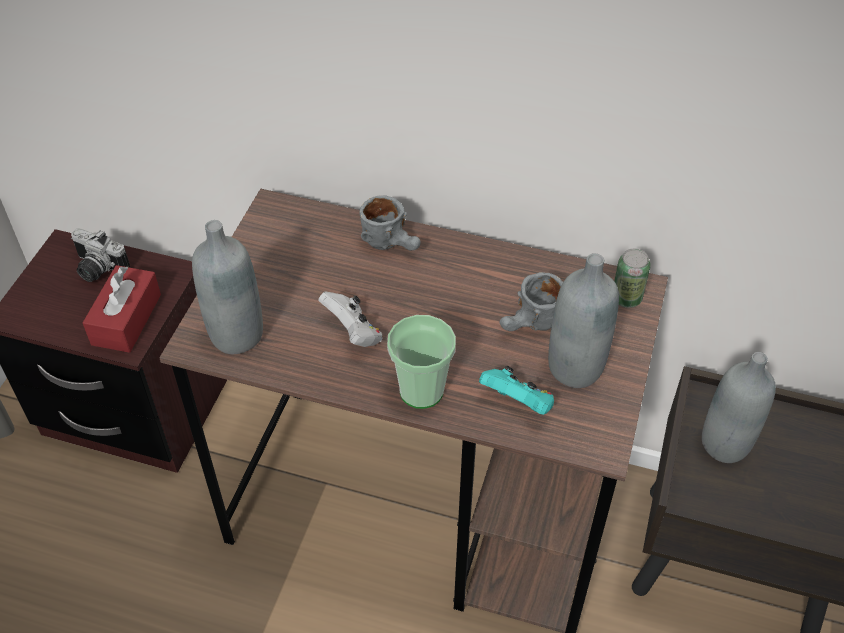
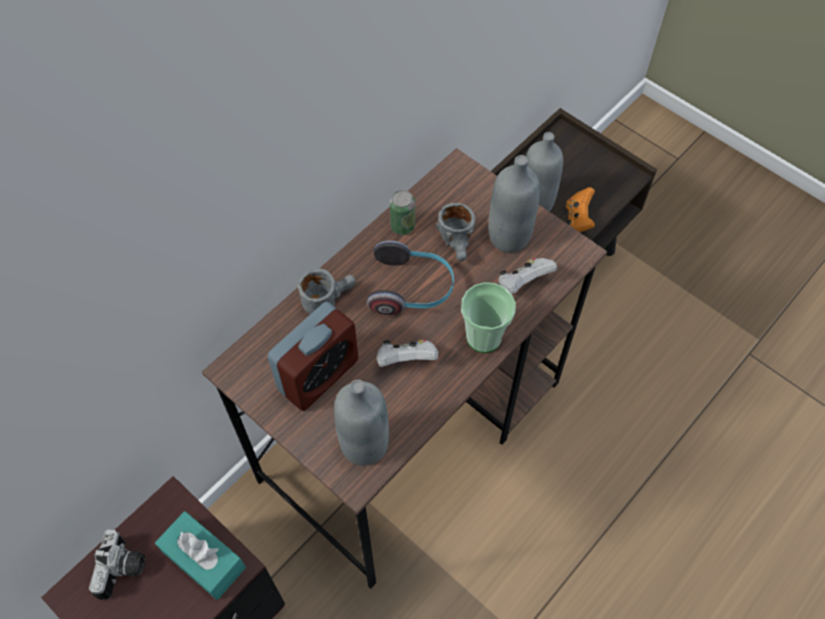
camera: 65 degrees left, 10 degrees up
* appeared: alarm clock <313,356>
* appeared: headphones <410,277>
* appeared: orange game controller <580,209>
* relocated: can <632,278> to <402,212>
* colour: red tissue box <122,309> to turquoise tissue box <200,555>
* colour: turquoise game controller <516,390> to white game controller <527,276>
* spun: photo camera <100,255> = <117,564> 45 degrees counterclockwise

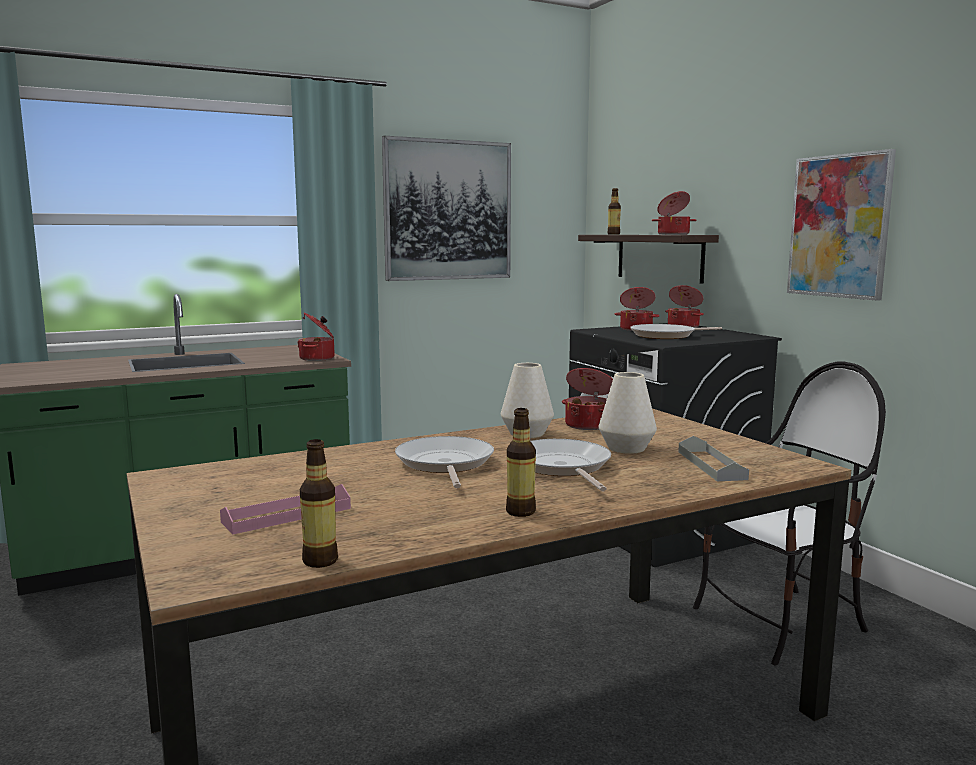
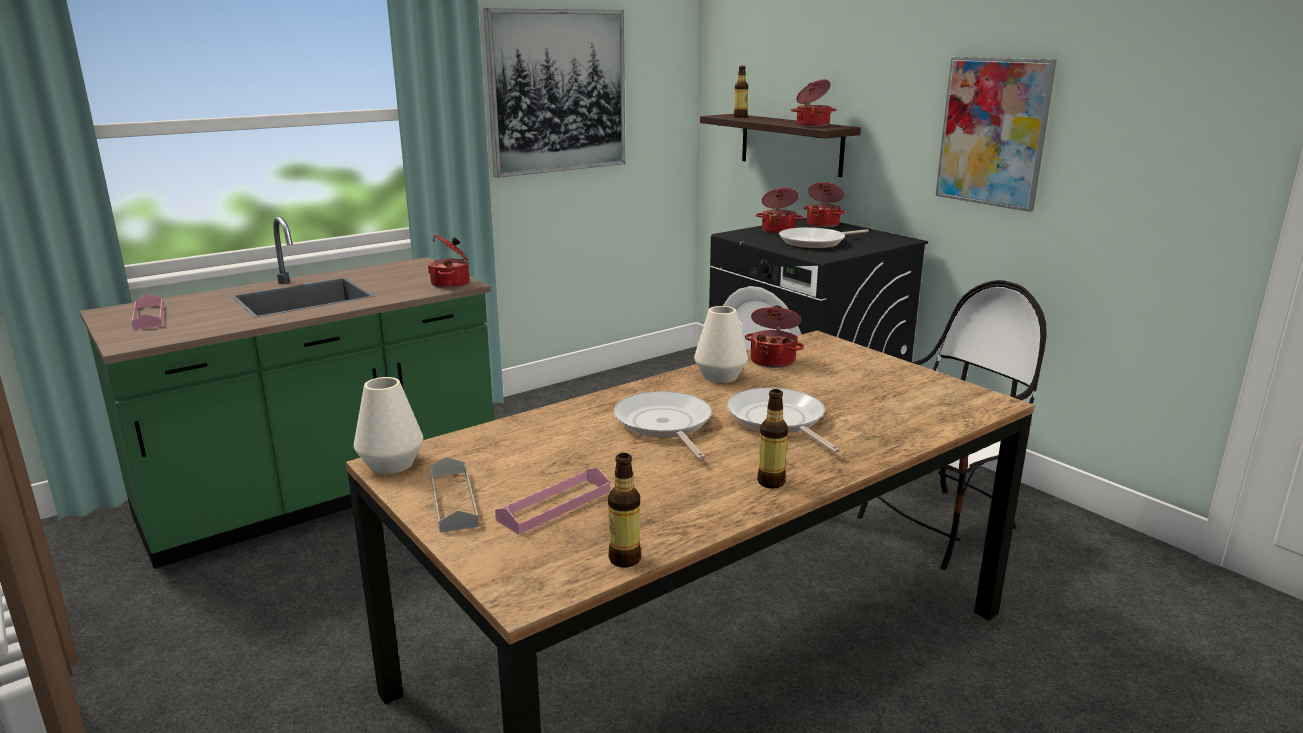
camera: 10 degrees left, 10 degrees up
* appeared: pink tray <147,312>
* relocated: white vase <628,413> to <388,425>
* relocated: grey tray <713,458> to <454,495>

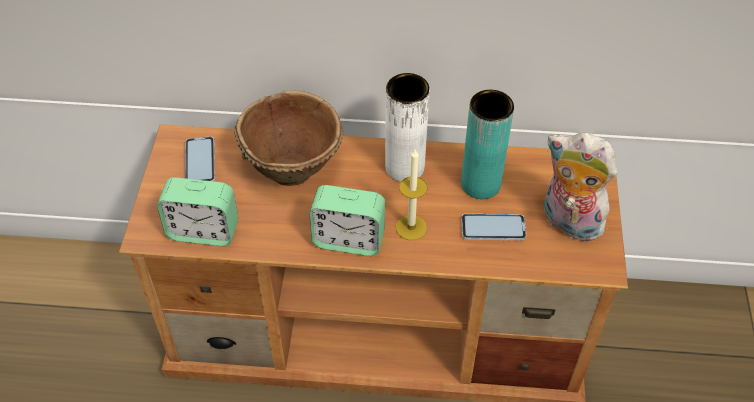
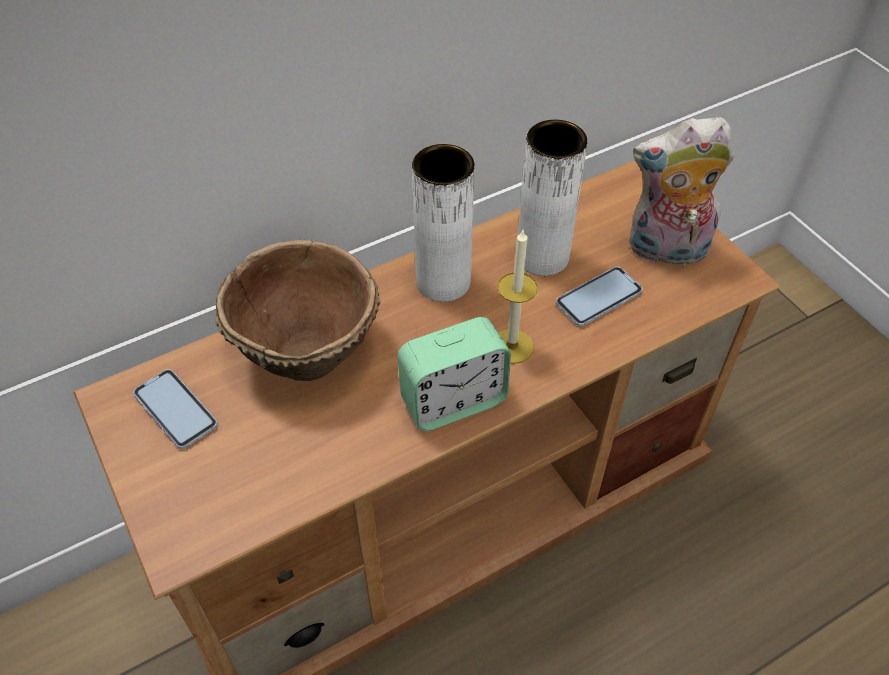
camera: 35 degrees left, 0 degrees up
* missing: alarm clock <197,211>
* colour: turquoise vase <487,144> to white vase <553,198>

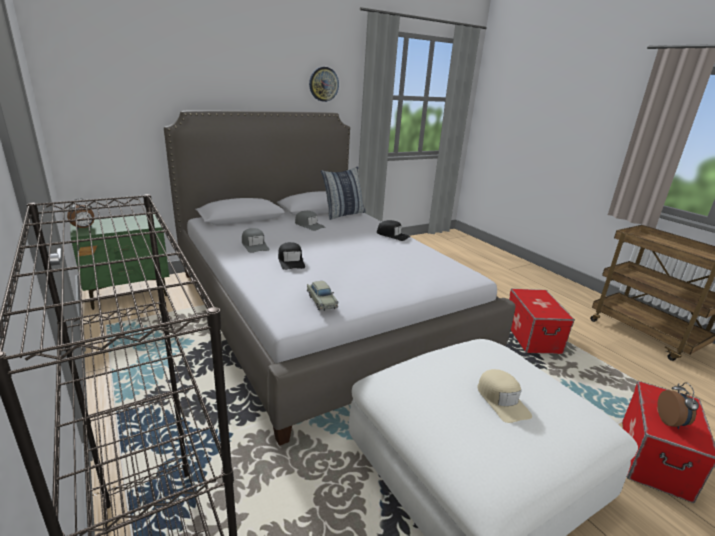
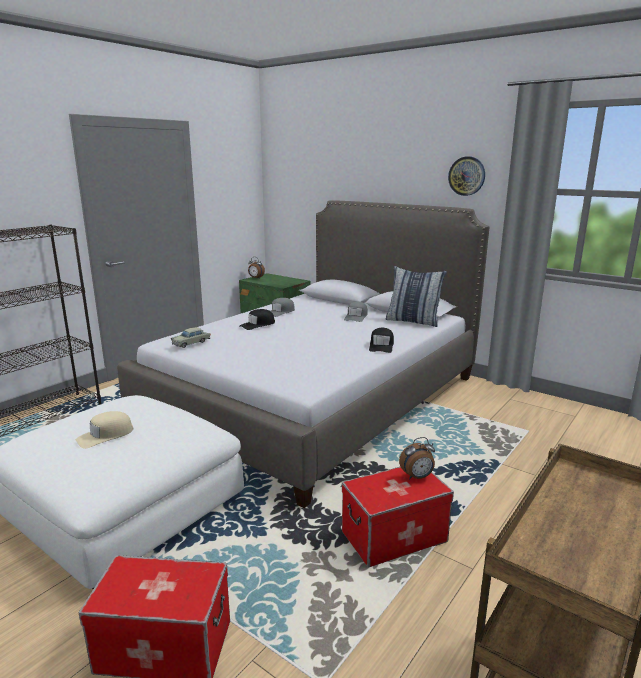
camera: 70 degrees right, 5 degrees down
* relocated: alarm clock <678,405> to <417,458>

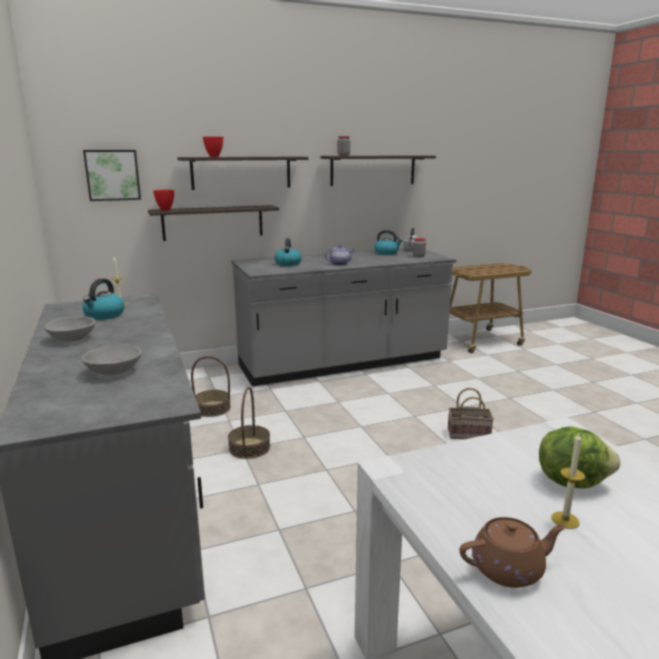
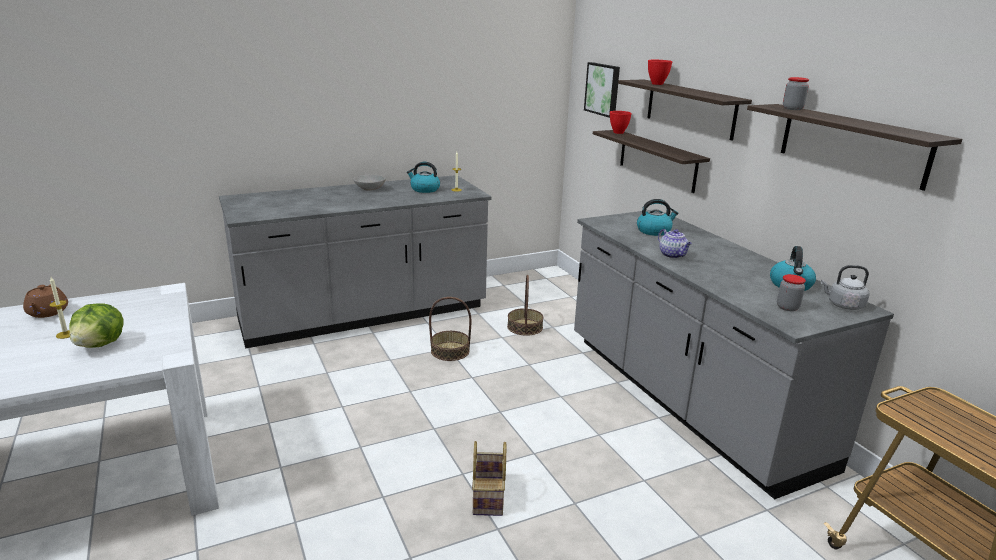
camera: 85 degrees right, 5 degrees up
* missing: grey bowl <112,359>

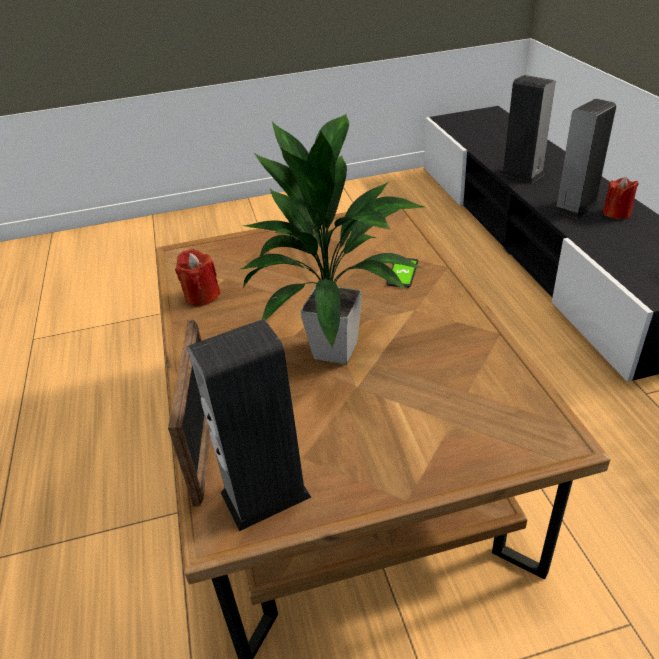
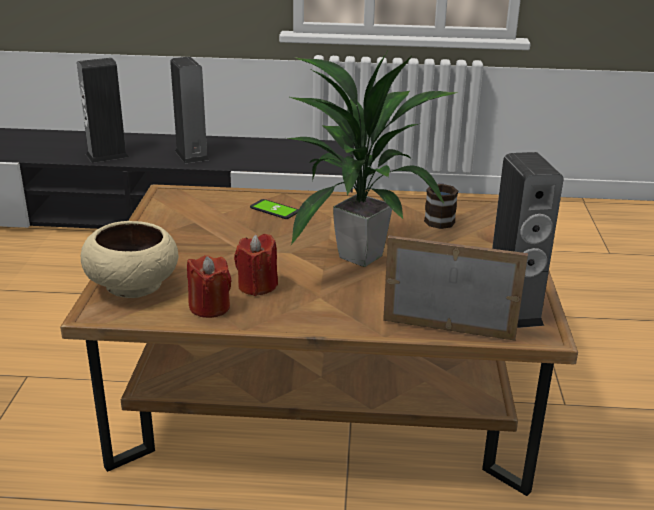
camera: 75 degrees left, 10 degrees down
* appeared: beige bowl <130,259>
* appeared: mug <441,206>
* relocated: red candle <621,198> to <256,265>

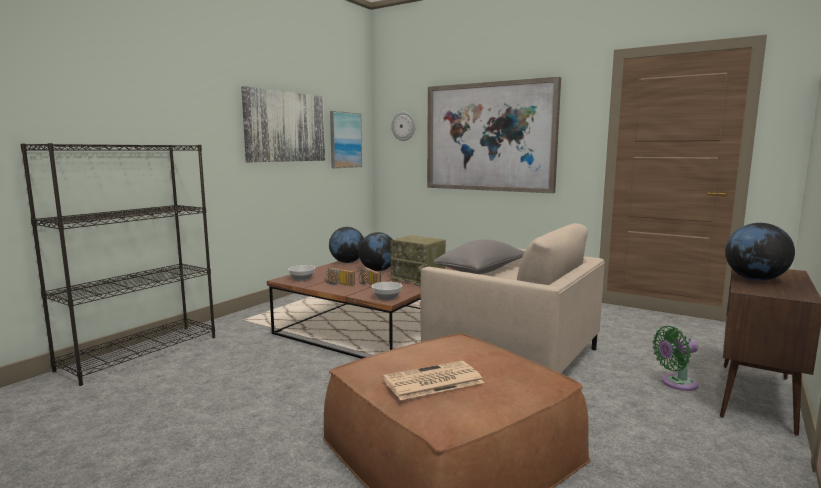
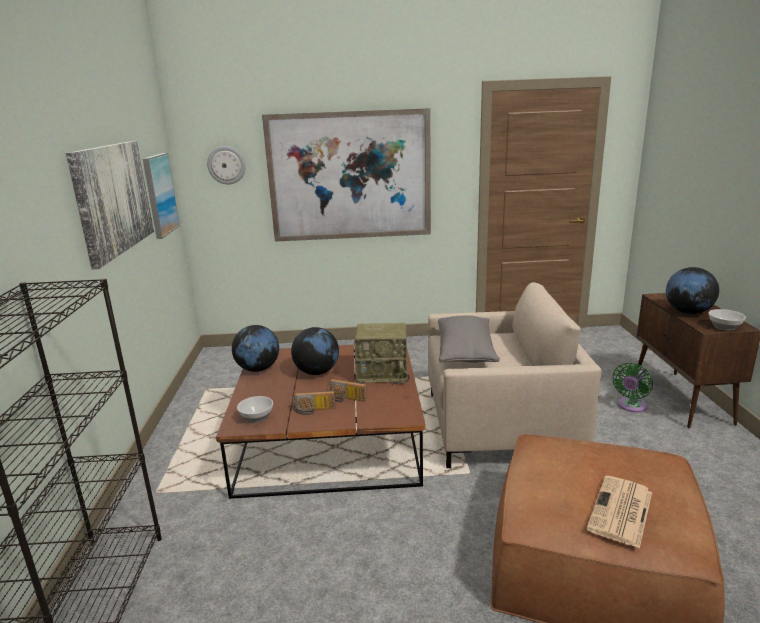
camera: 35 degrees left, 10 degrees up
* relocated: bowl <387,291> to <727,320>

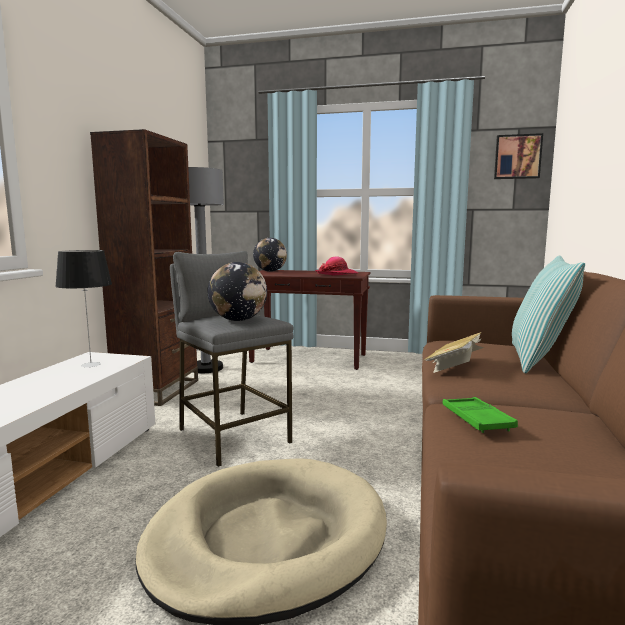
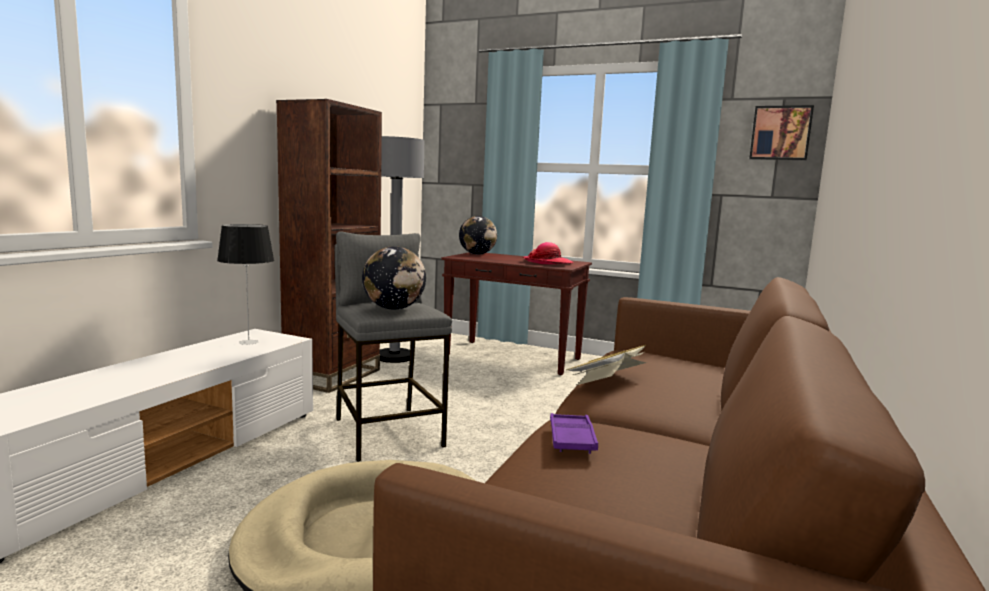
camera: 10 degrees right, 0 degrees up
* missing: pillow <548,314>
* colour: green tray <480,415> to purple tray <574,433>

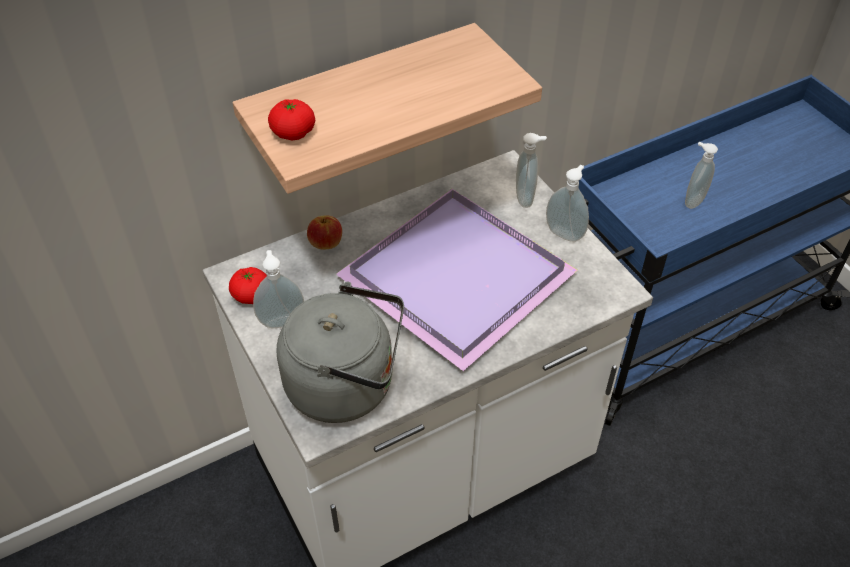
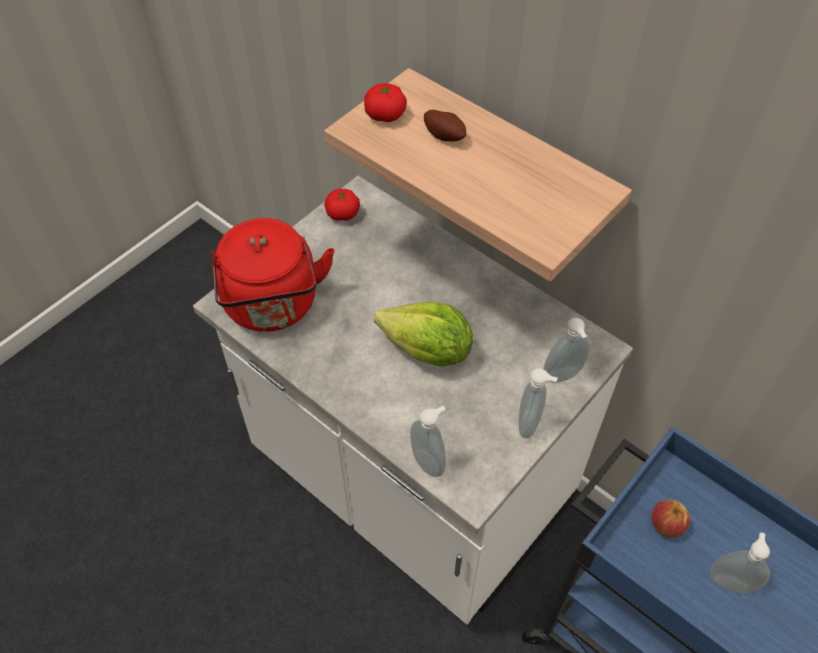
camera: 70 degrees right, 5 degrees up
* appeared: potato <445,126>
* relocated: soap dispenser <278,289> to <428,441>
* relocated: apple <324,232> to <670,519>
* exchanged: purple tray <457,280> to lettuce <423,334>
* colour: grey kettle <340,352> to red kettle <273,275>

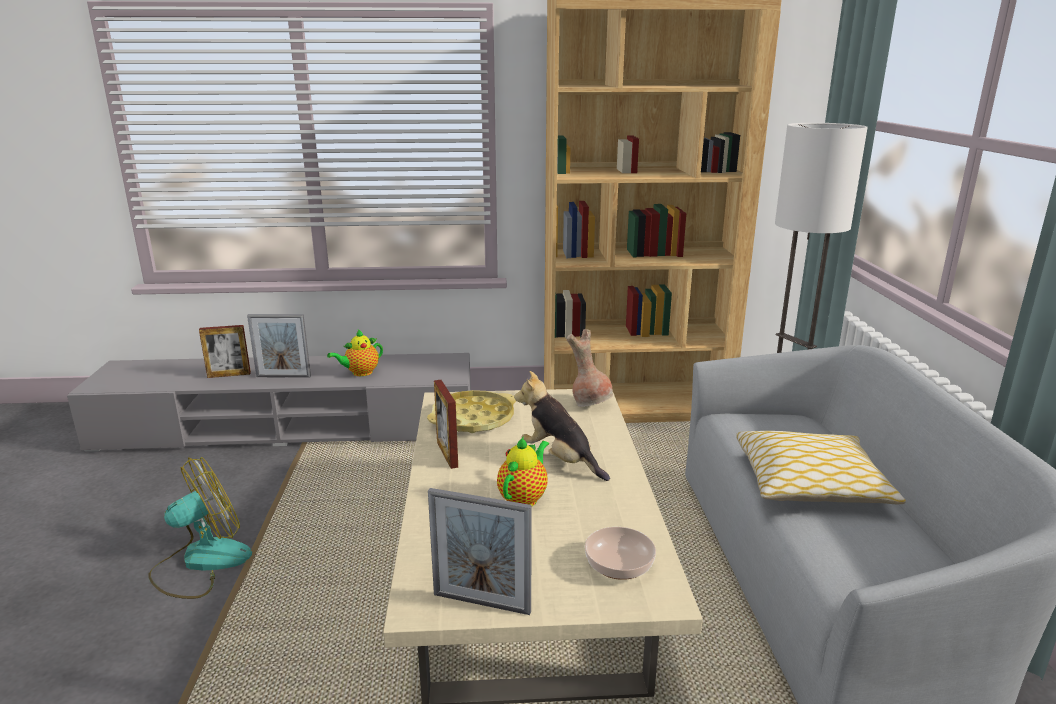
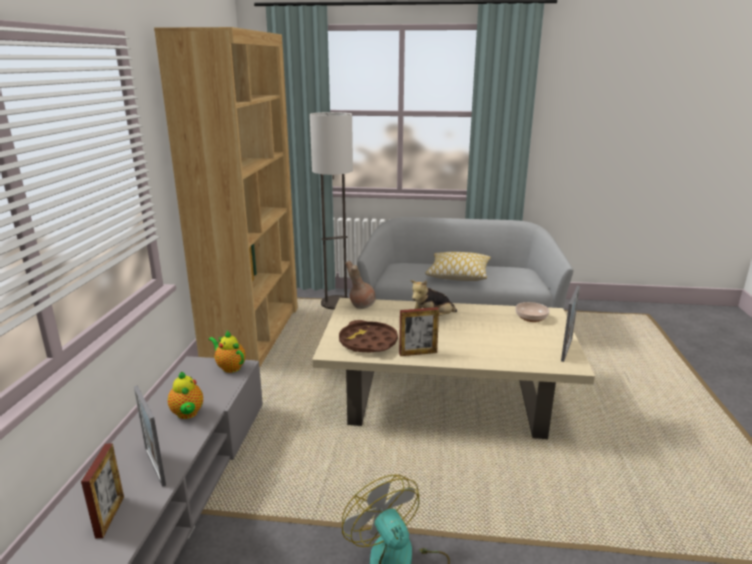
camera: 80 degrees left, 0 degrees up
* relocated: teapot <523,471> to <227,352>
* colour: yellow tray <471,411> to brown tray <368,336>
* spun: picture frame <279,346> = <150,436> 135 degrees clockwise

